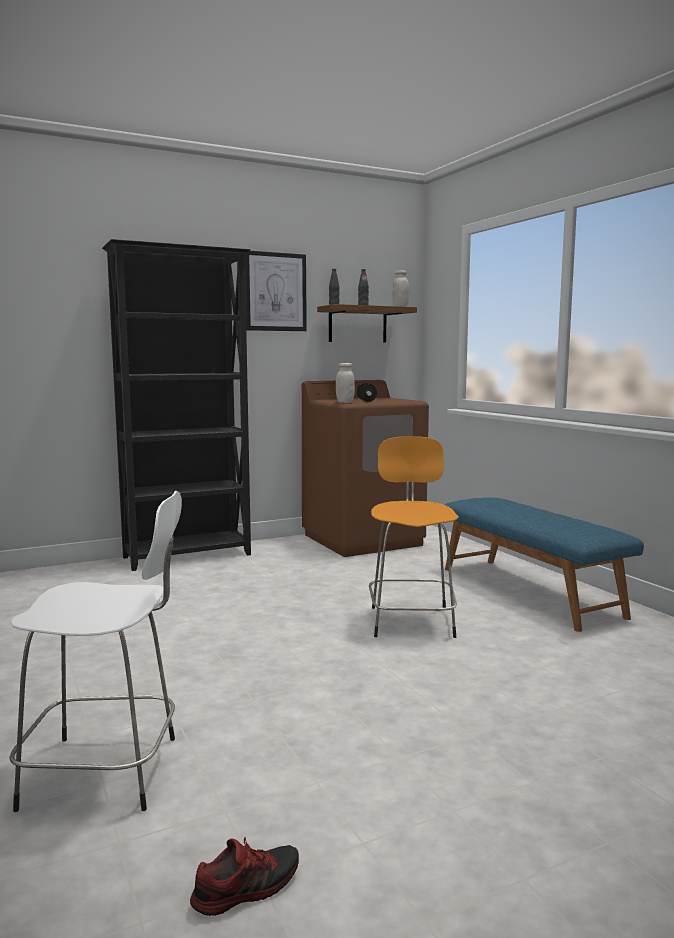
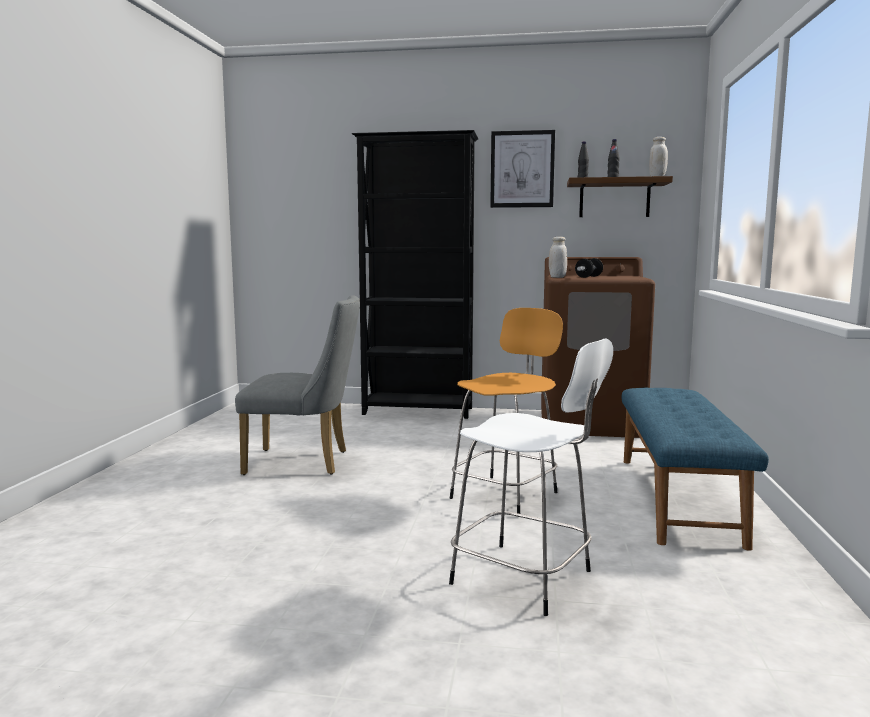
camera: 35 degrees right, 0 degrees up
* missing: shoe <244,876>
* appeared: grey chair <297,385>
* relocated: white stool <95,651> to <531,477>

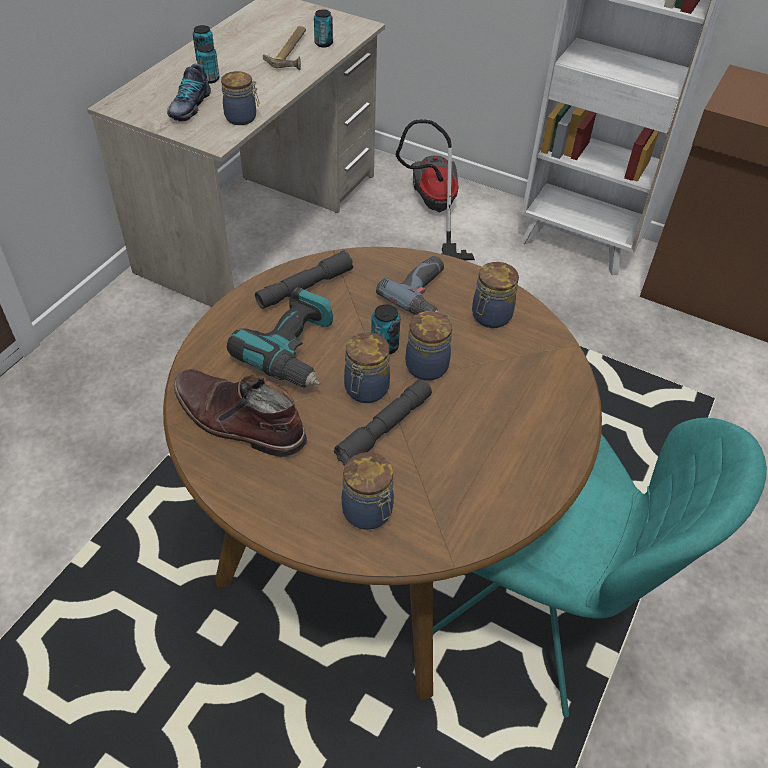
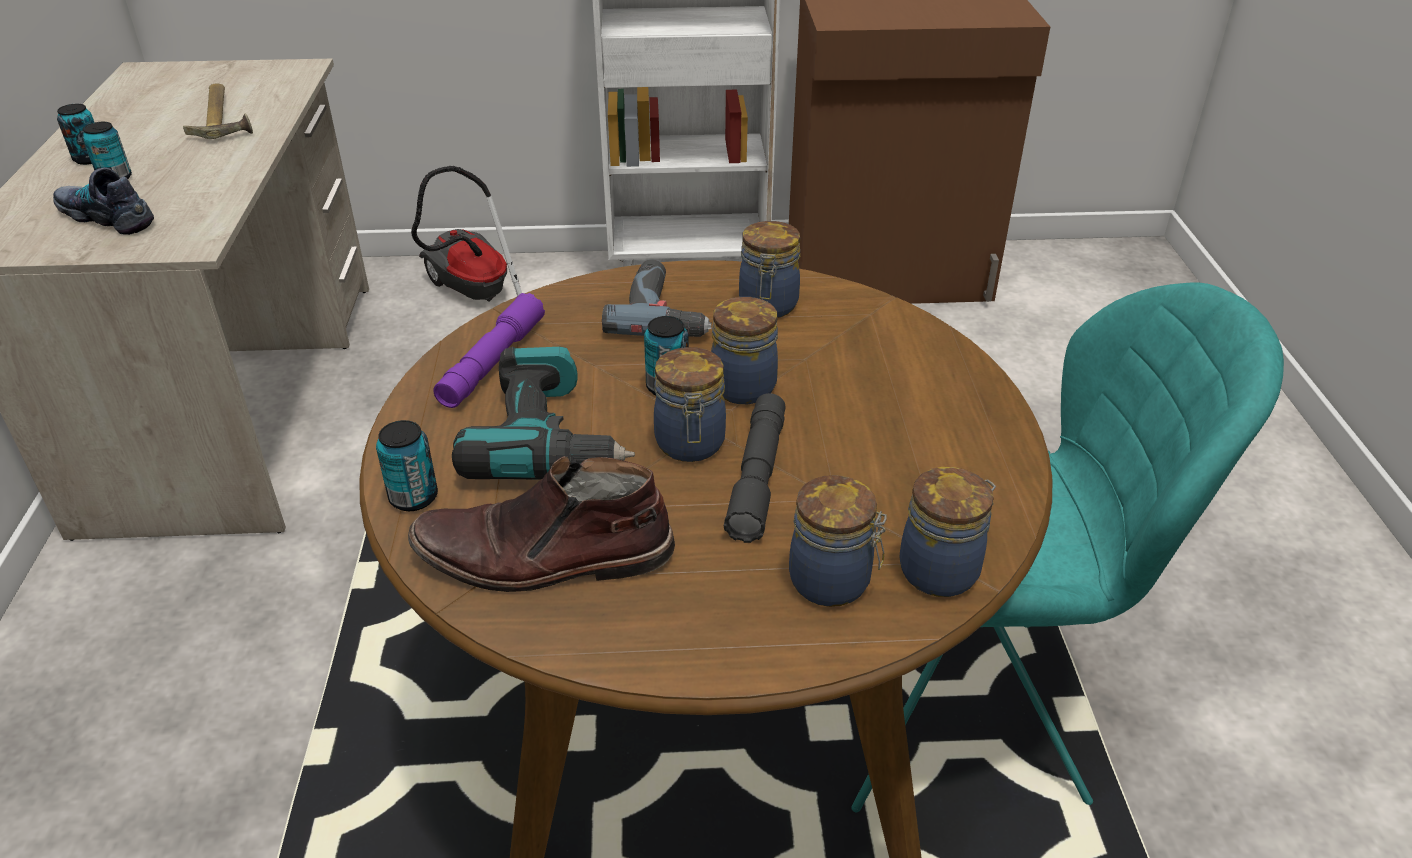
camera: 30 degrees left, 10 degrees down
* relocated: jar <240,98> to <947,532>
* relocated: can <323,28> to <407,465>
* colour: grey flashlight <304,279> to purple flashlight <489,350>
* spun: shoe <189,93> = <103,201> 135 degrees clockwise

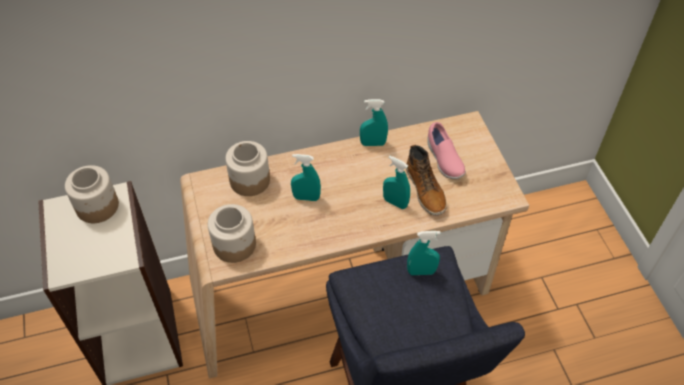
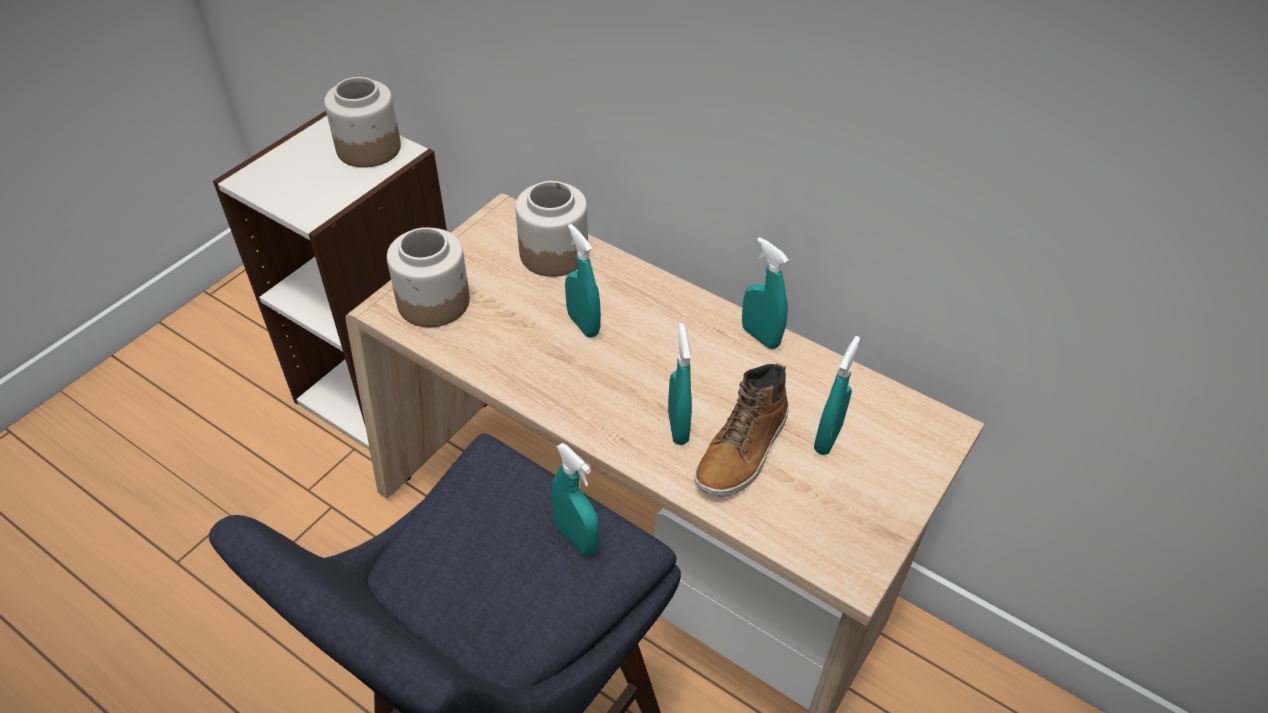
camera: 50 degrees right, 5 degrees down
* exchanged: pink shoe <446,150> to turquoise spray bottle <837,395>

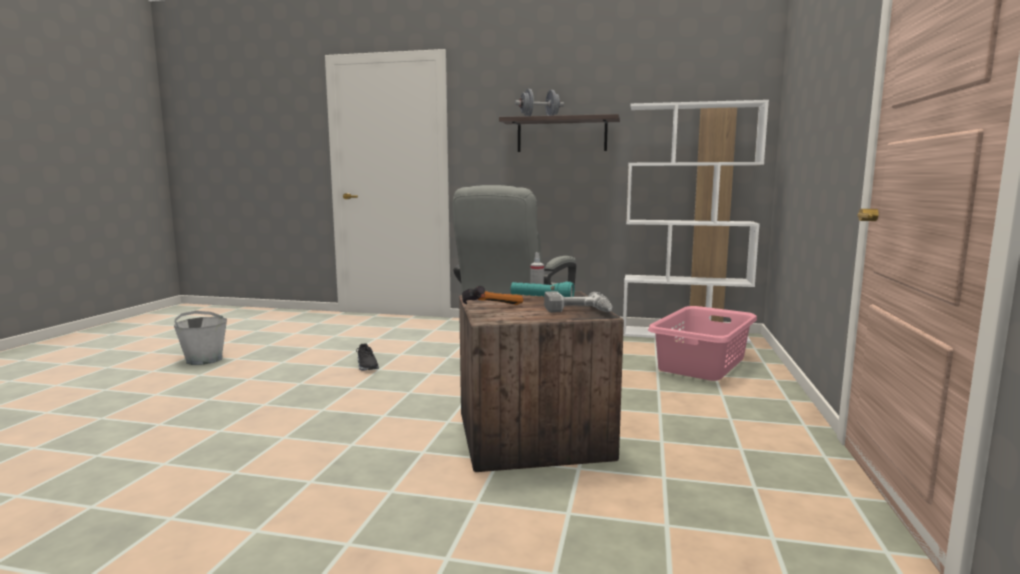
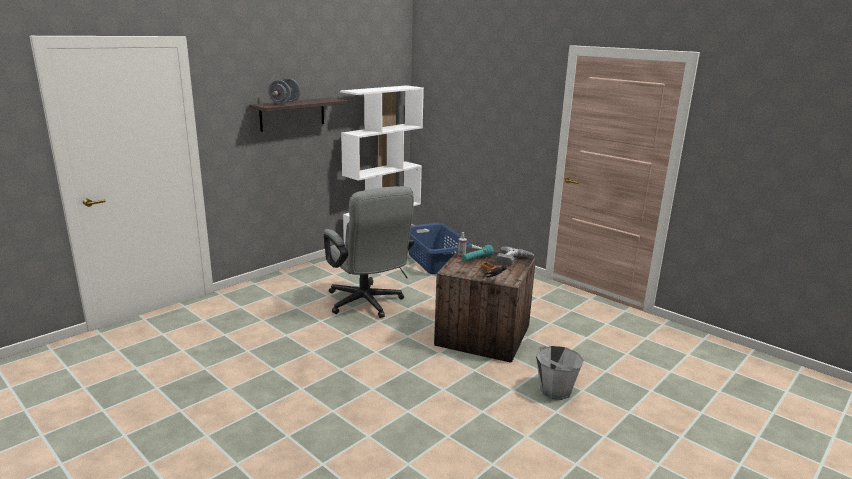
camera: 60 degrees left, 10 degrees up
* missing: black shoe <367,356>
* relocated: grey bucket <200,338> to <560,373>
* colour: pink laundry basket <702,343> to blue laundry basket <440,248>

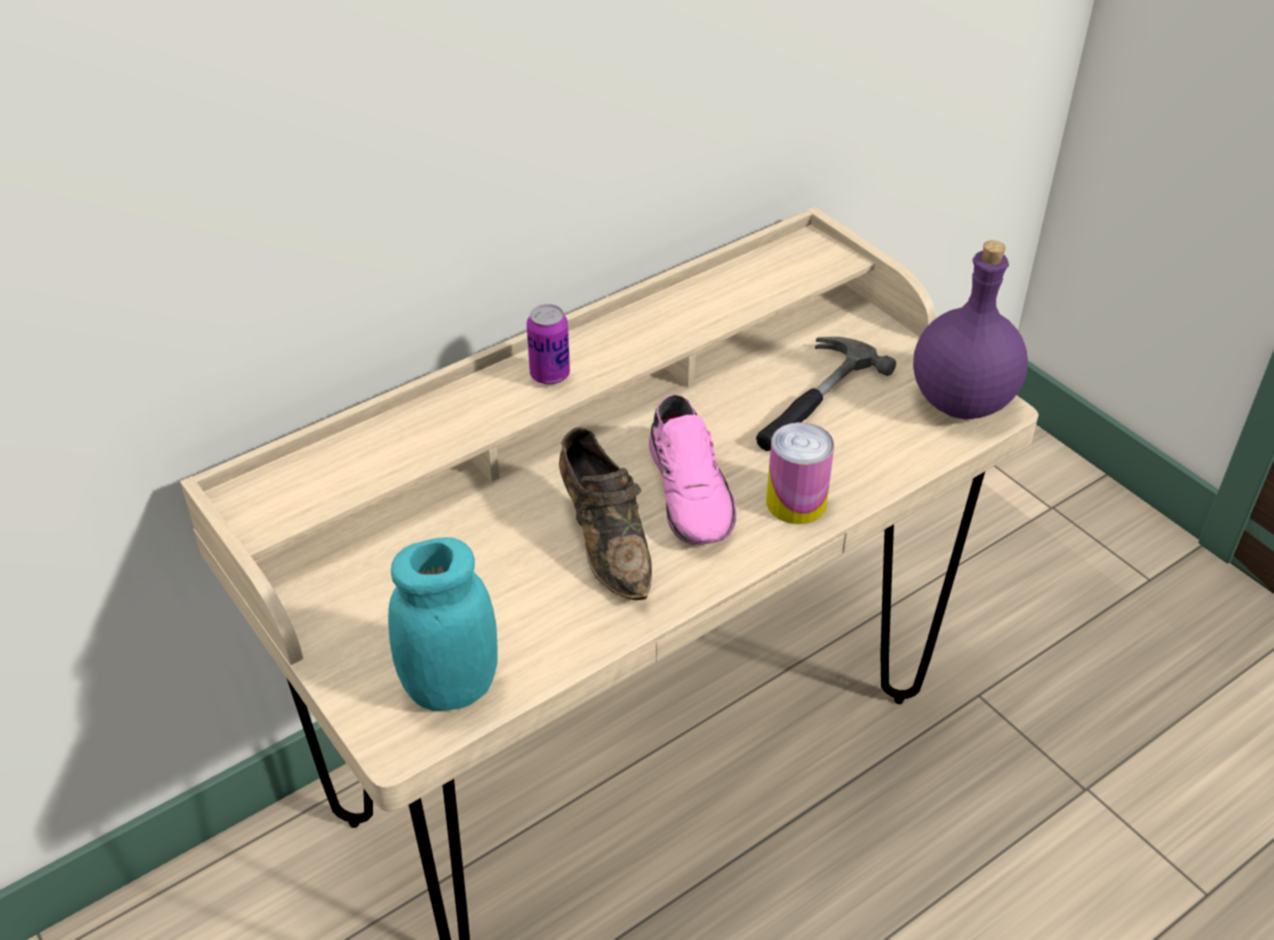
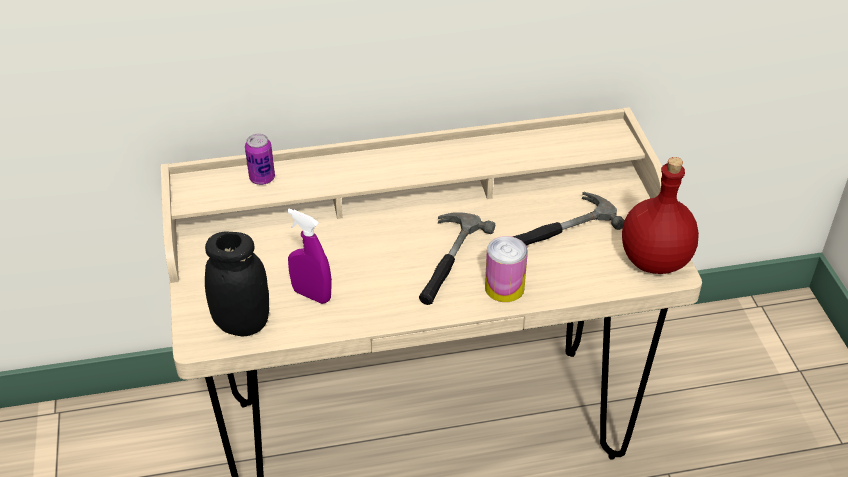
camera: 25 degrees right, 0 degrees up
* missing: brown shoe <605,513>
* appeared: purple spray bottle <309,256>
* relocated: can <548,344> to <260,159>
* exchanged: pink shoe <693,469> to hammer <457,258>
* colour: turquoise jar <443,624> to black jar <237,284>
* colour: purple bottle <970,329> to red bottle <660,215>

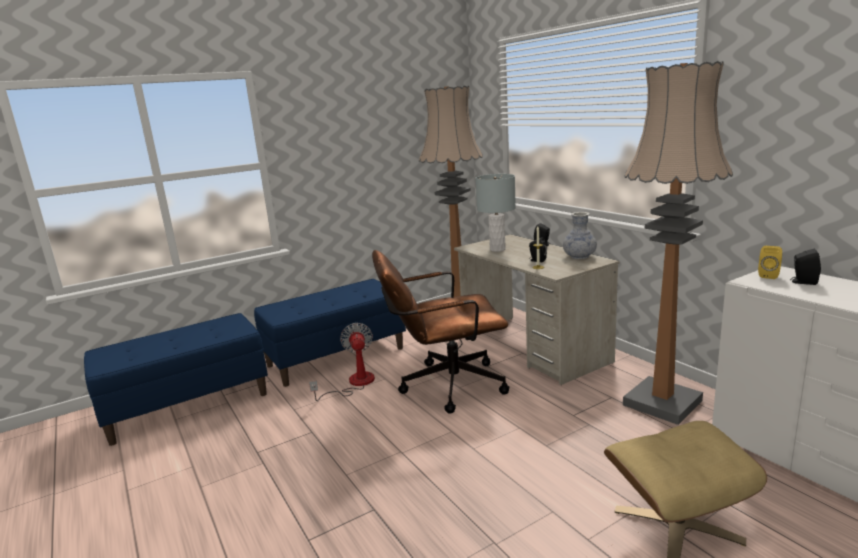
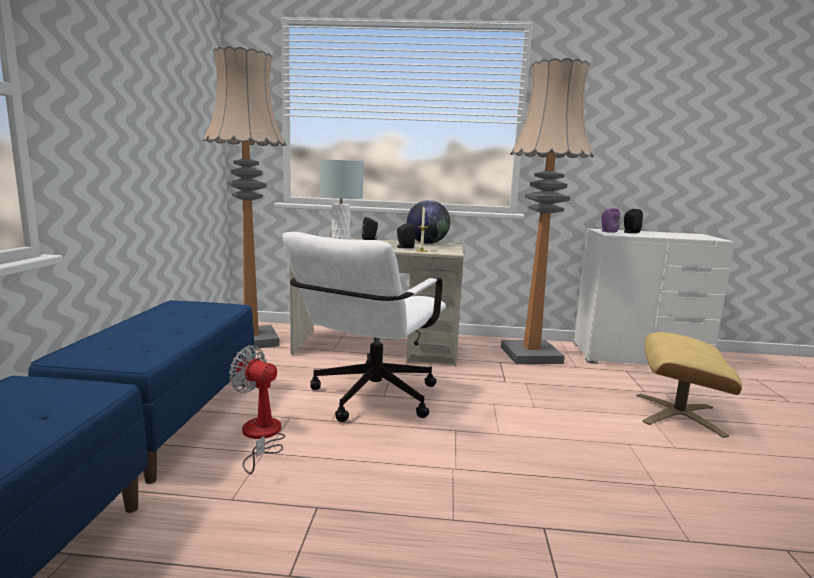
camera: 55 degrees left, 5 degrees down
* exchanged: vase <580,235> to globe <428,222>
* colour: brown office chair <440,332> to white office chair <364,327>
* colour: yellow speaker <770,262> to purple speaker <610,220>

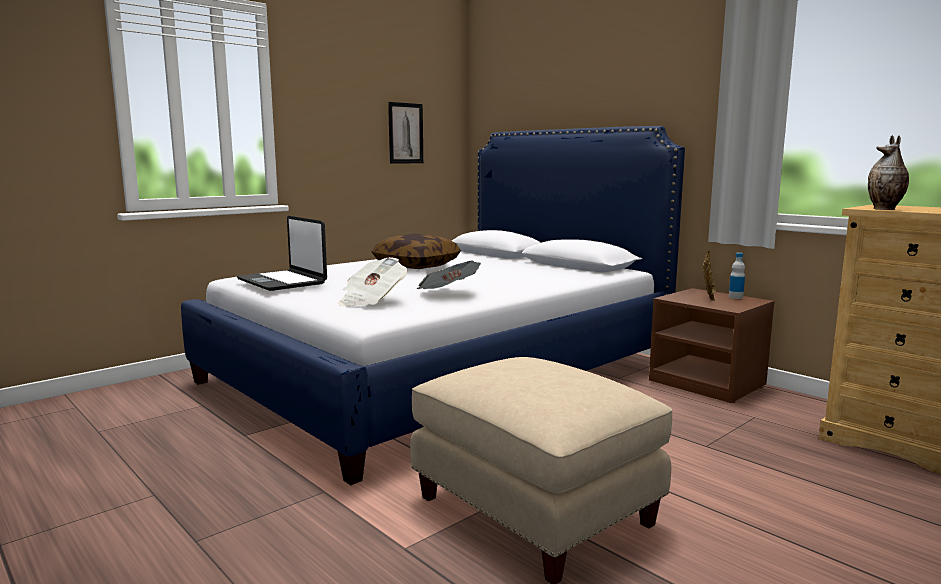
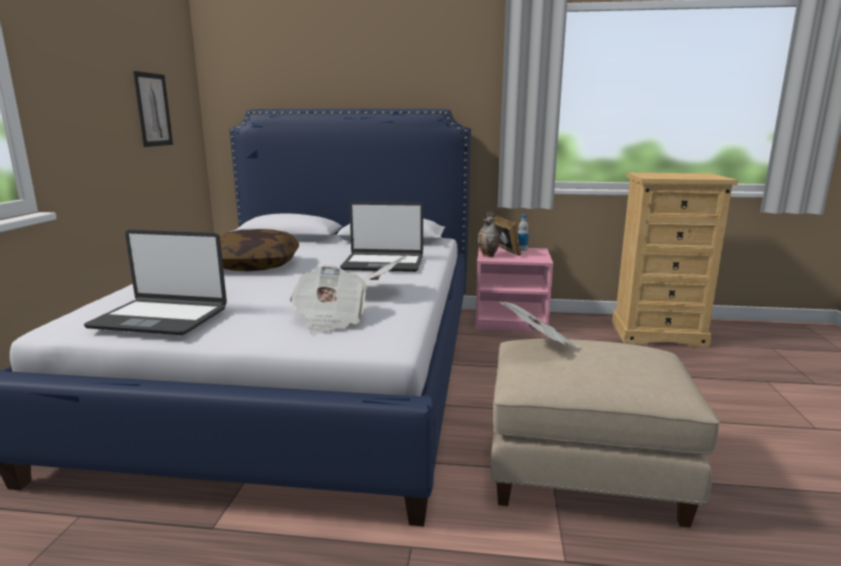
camera: 40 degrees left, 5 degrees up
* appeared: laptop <381,237>
* appeared: newspaper <540,324>
* relocated: vase <888,172> to <489,234>
* colour: brown nightstand <712,345> to pink nightstand <514,289>

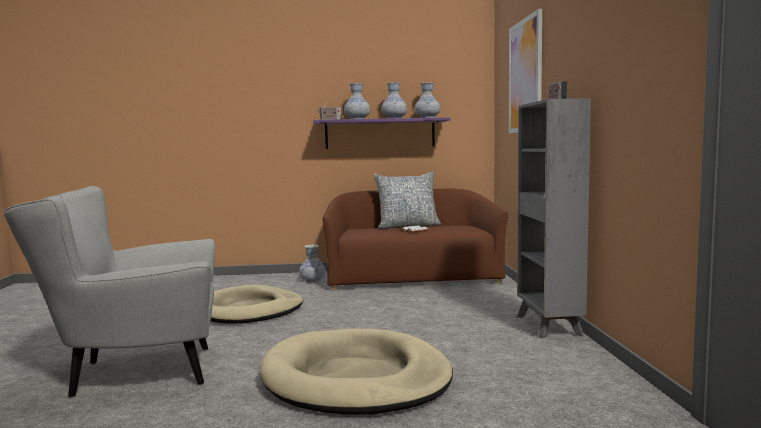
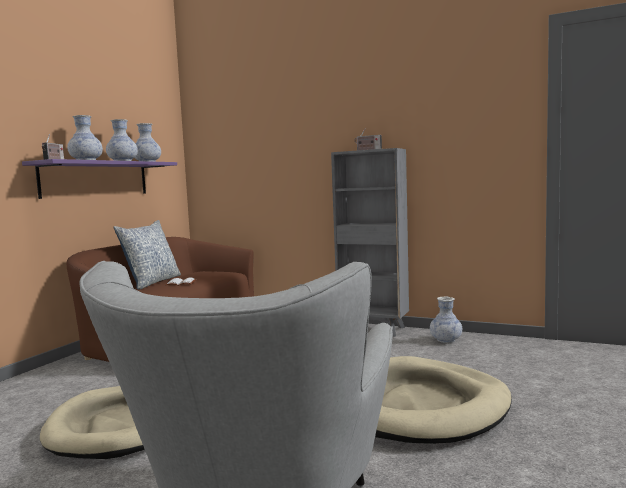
camera: 60 degrees left, 0 degrees up
* missing: picture <525,71>
* relocated: vase <312,264> to <446,320>

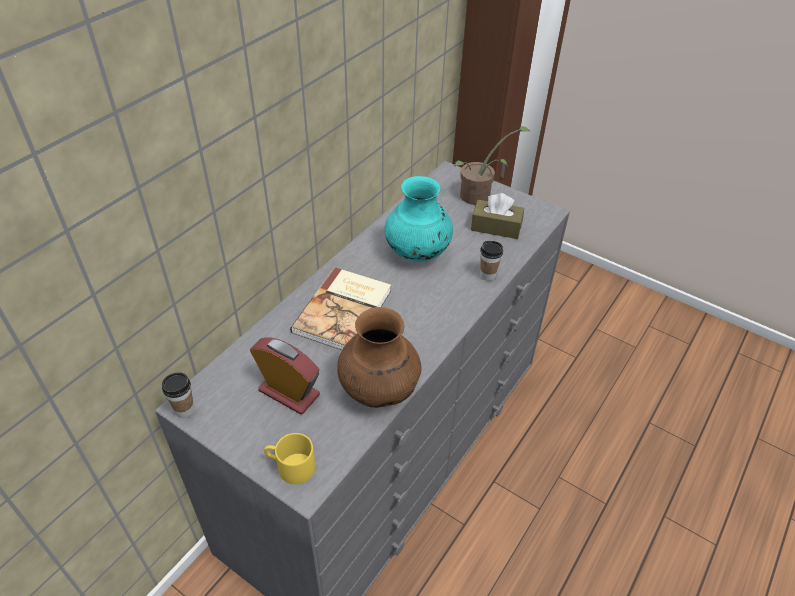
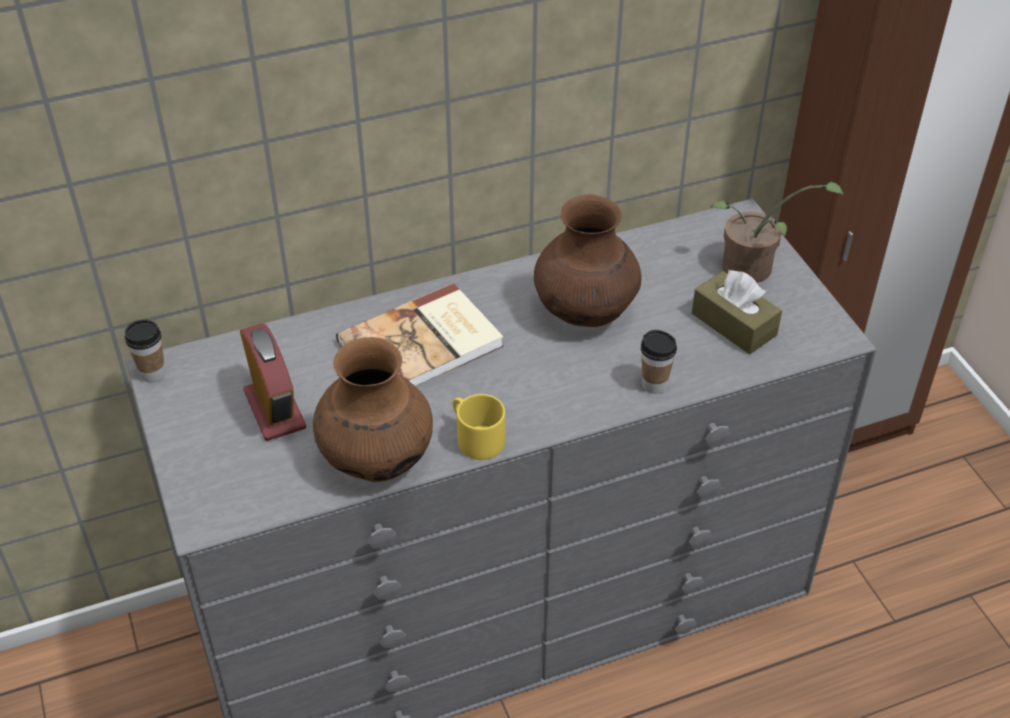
camera: 35 degrees right, 0 degrees up
* relocated: yellow mug <289,458> to <479,427>
* colour: turquoise vase <418,219> to brown vase <587,260>

